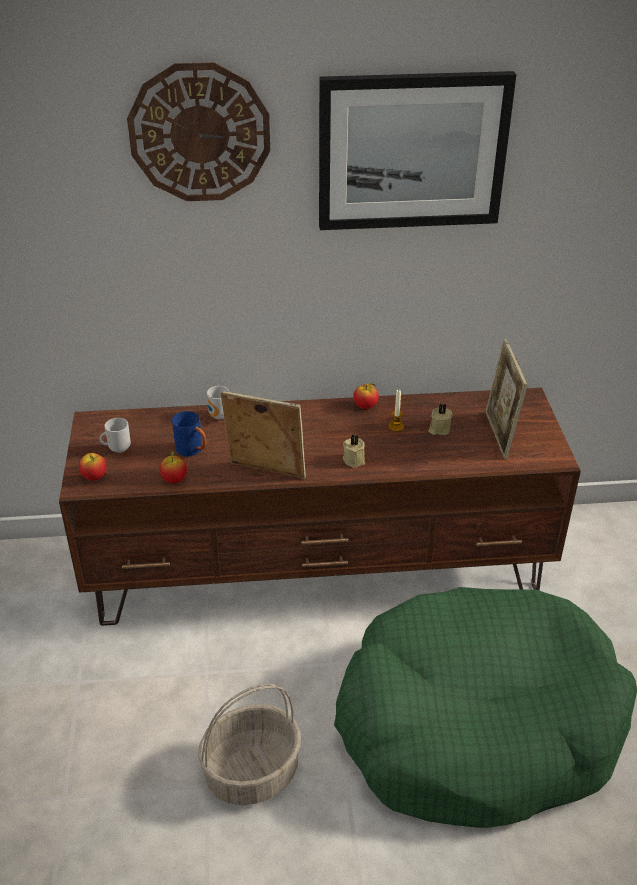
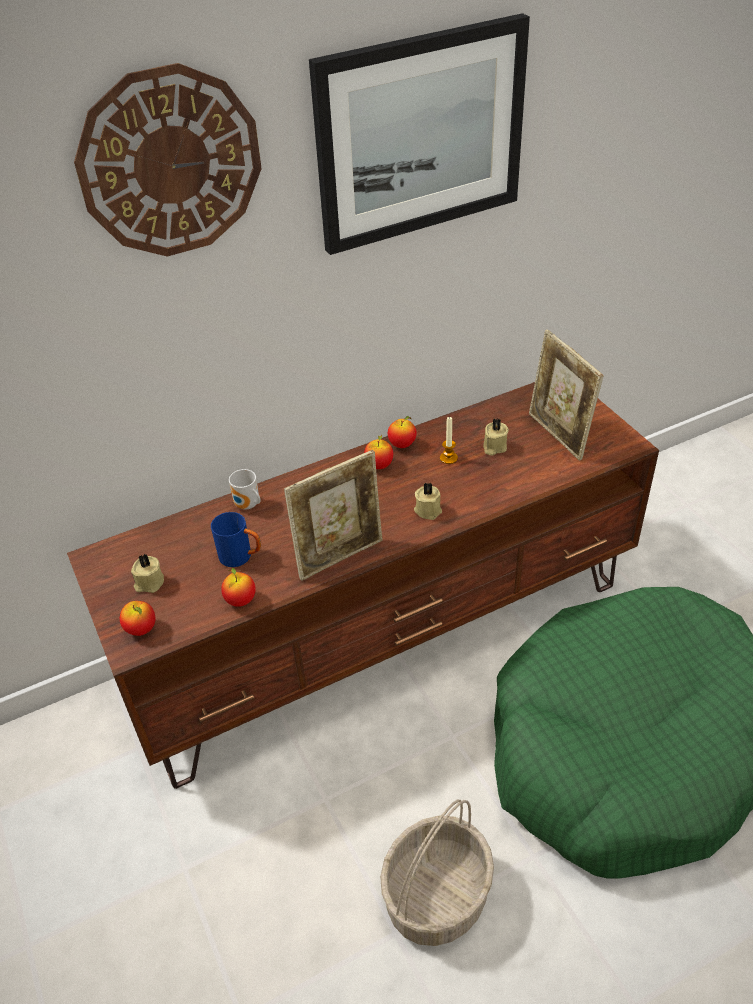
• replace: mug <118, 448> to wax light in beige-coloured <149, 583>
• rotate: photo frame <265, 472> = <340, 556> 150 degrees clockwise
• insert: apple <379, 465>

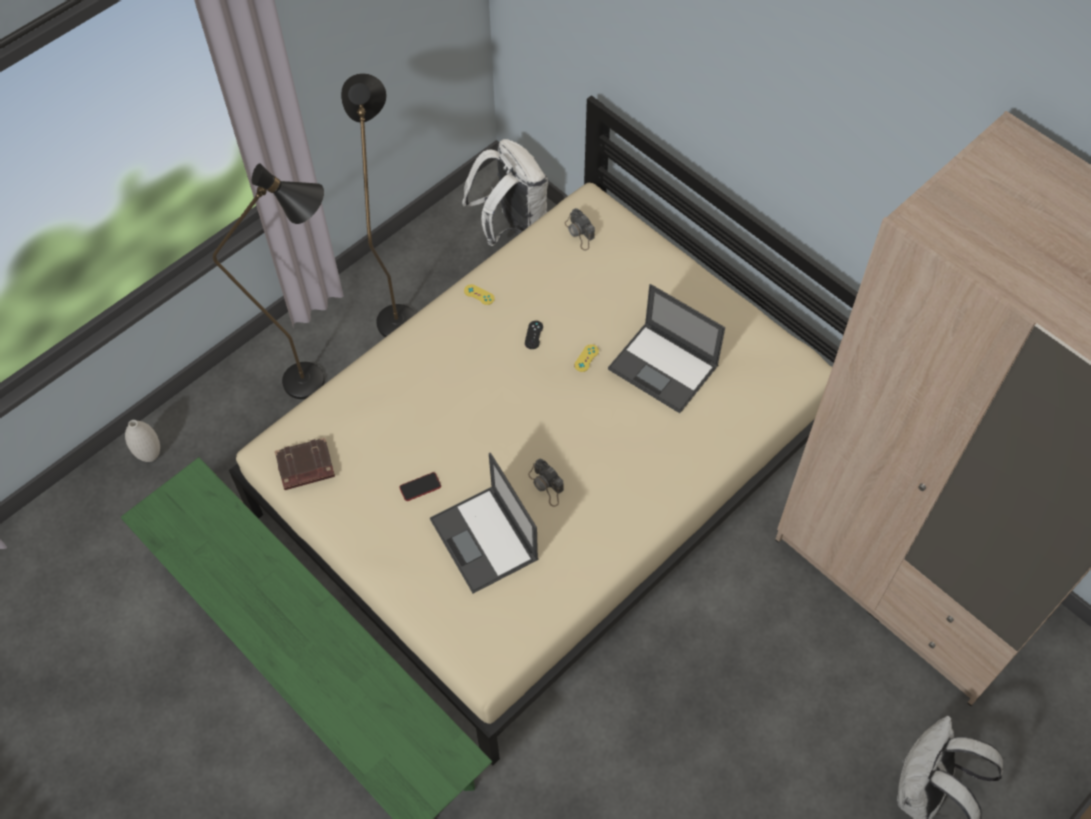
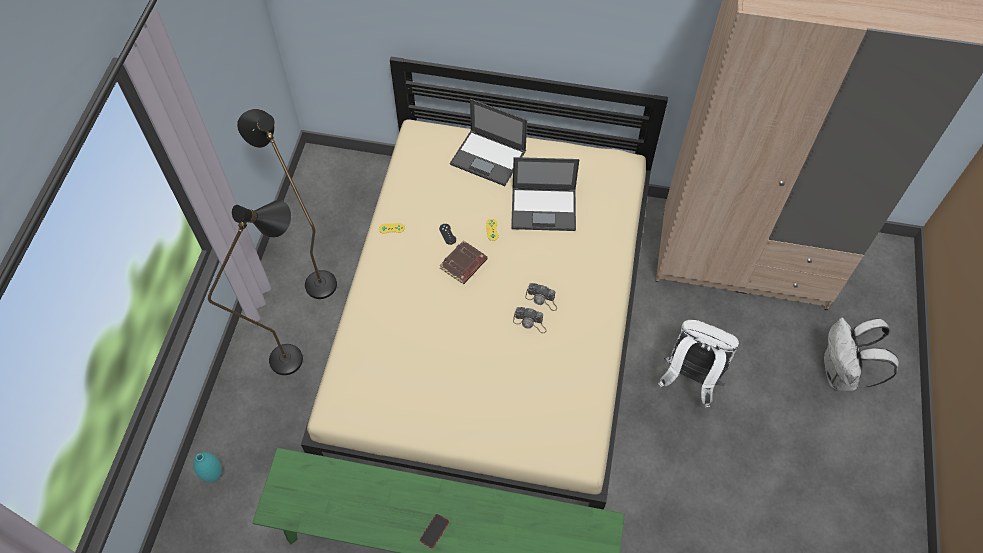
• recolor: vase in whitish <150, 455> to vase in turquoise-coloured <214, 475>
• move: phone <420, 487> to <434, 531>
• move: volume in brownish <305, 467> to <463, 265>
• move: portable computer <485, 540> to <489, 158>
• move: still camera <580, 233> to <542, 299>
• move: rucksack in whitish <511, 227> to <690, 378>

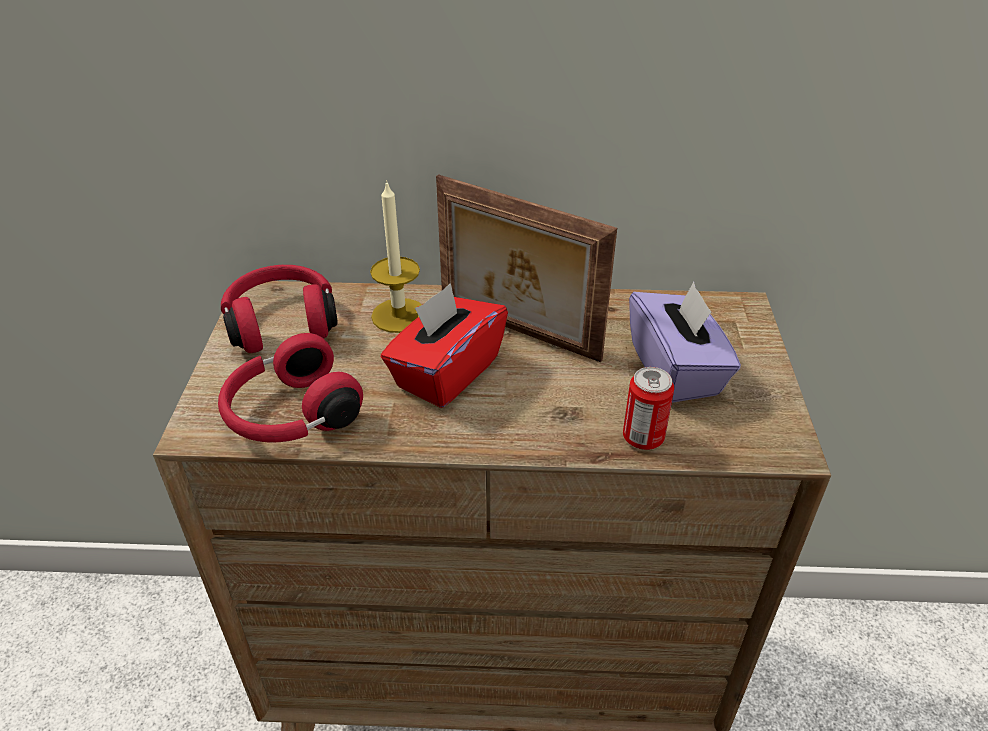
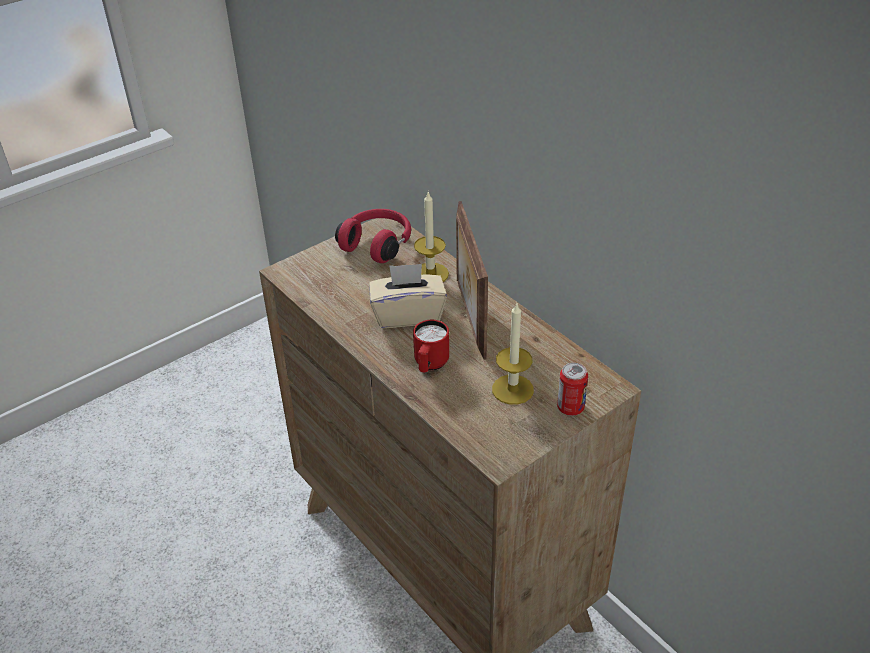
• recolor: box of tissues in red <446, 373> to box of tissues in beige-coloured <408, 314>
• insert: mug in red <430, 365>
• replace: box of tissues in purple <676, 370> to wax light <512, 389>
• move: can <643, 438> to <570, 408>
• delete: headphones in red <290, 415>

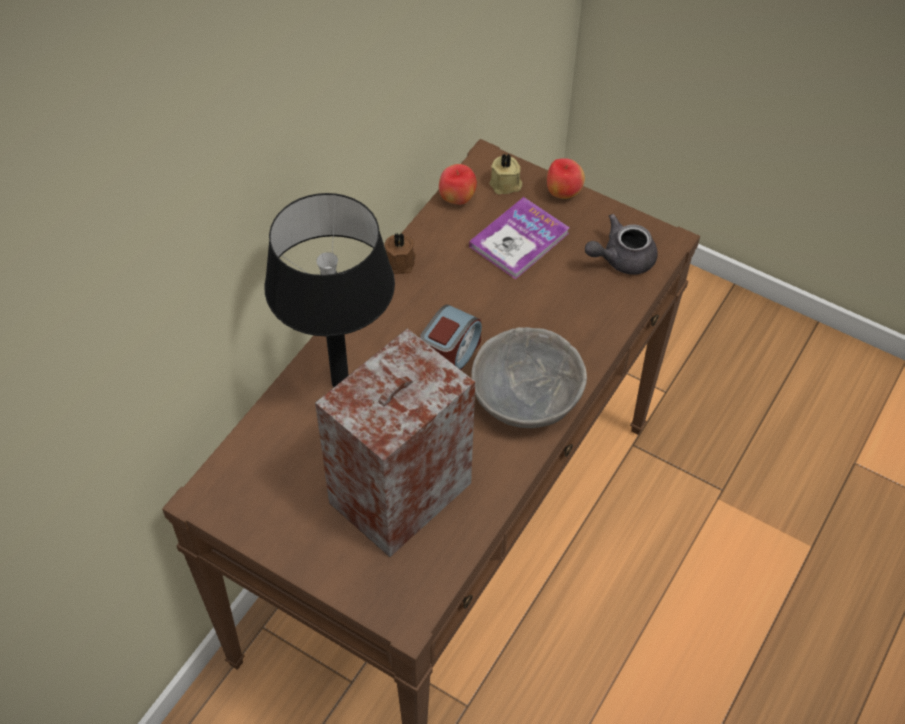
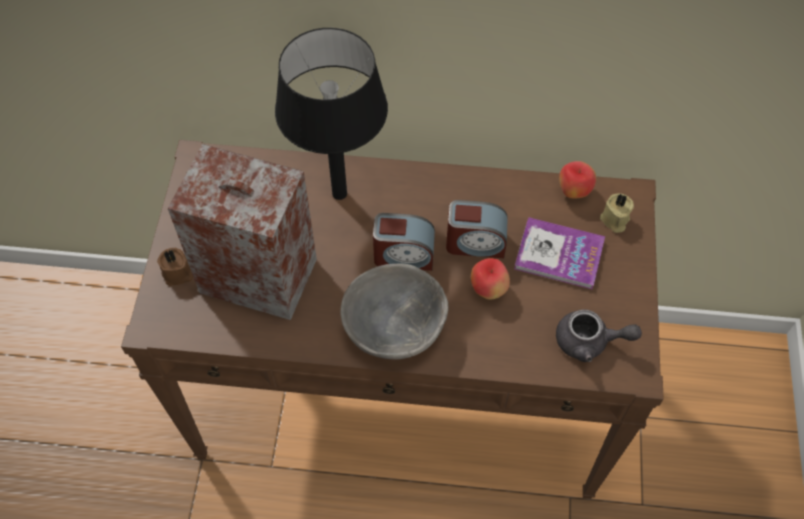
• move: wax light in brownish <401, 262> to <178, 274>
• insert: alarm clock <475, 243>
• move: apple <563, 193> to <488, 289>
• rotate: tea pot in greyish <621, 259> = <589, 342> 150 degrees clockwise

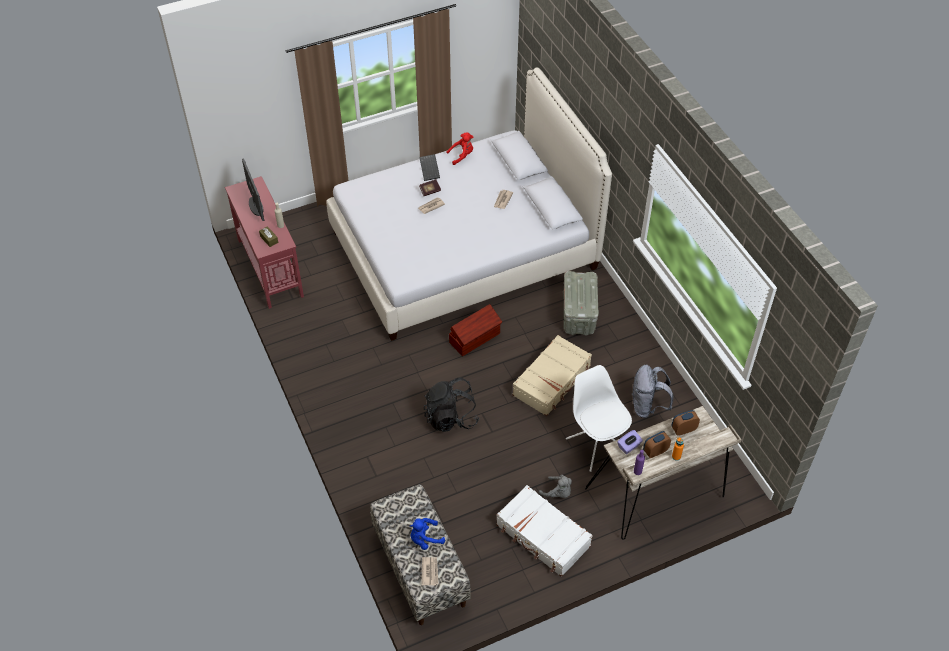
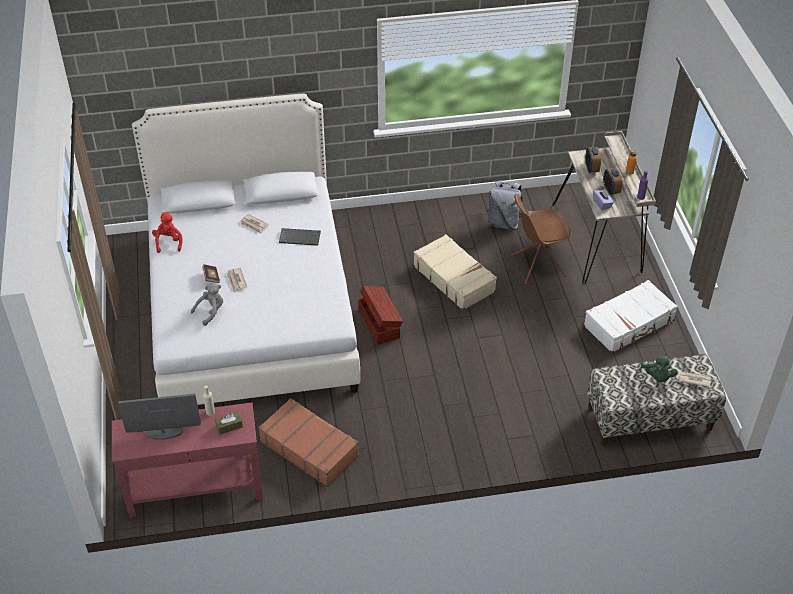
• move: plush toy in greyish <558, 493> to <211, 311>
• insert: suitcase in brownish <309, 448>
• move: keyboard <430, 168> to <300, 237>
• recolor: plain chair in whitish <596, 444> to plain chair in brownish <537, 266>
• recolor: plush toy in blue <425, 539> to plush toy in green <657, 377>
• delete: rucksack in blackish <451, 417>
• delete: storage box in greyish <579, 315>

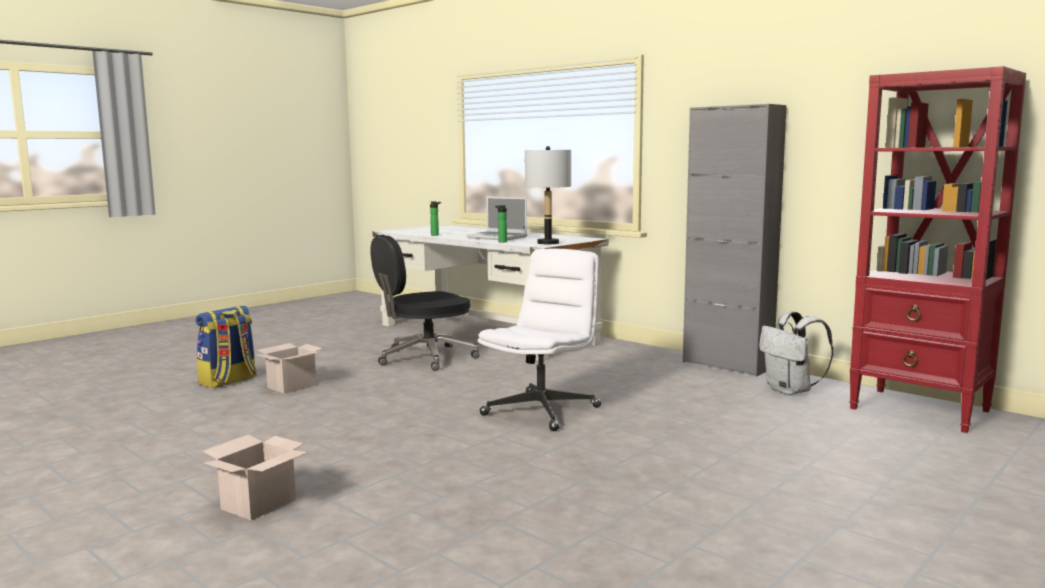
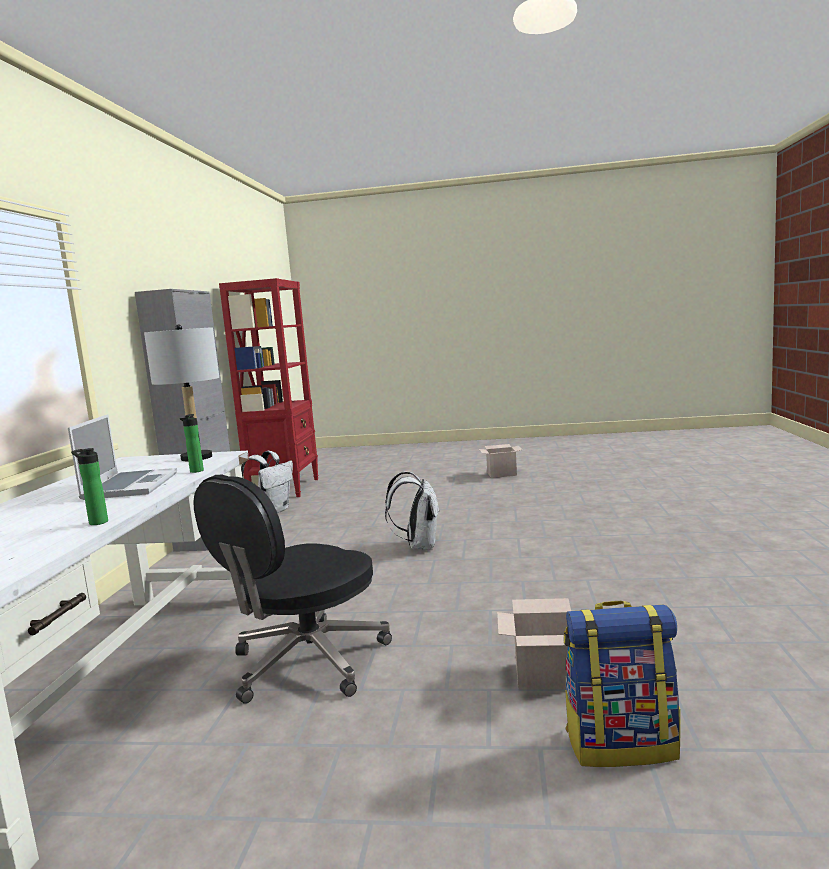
• rotate: desk chair in blackish <425, 358> = <306, 663> 105 degrees clockwise
• replace: desk chair in whitish <541, 410> to rucksack in whitish <419, 546>
• move: carton <258, 505> to <502, 474>

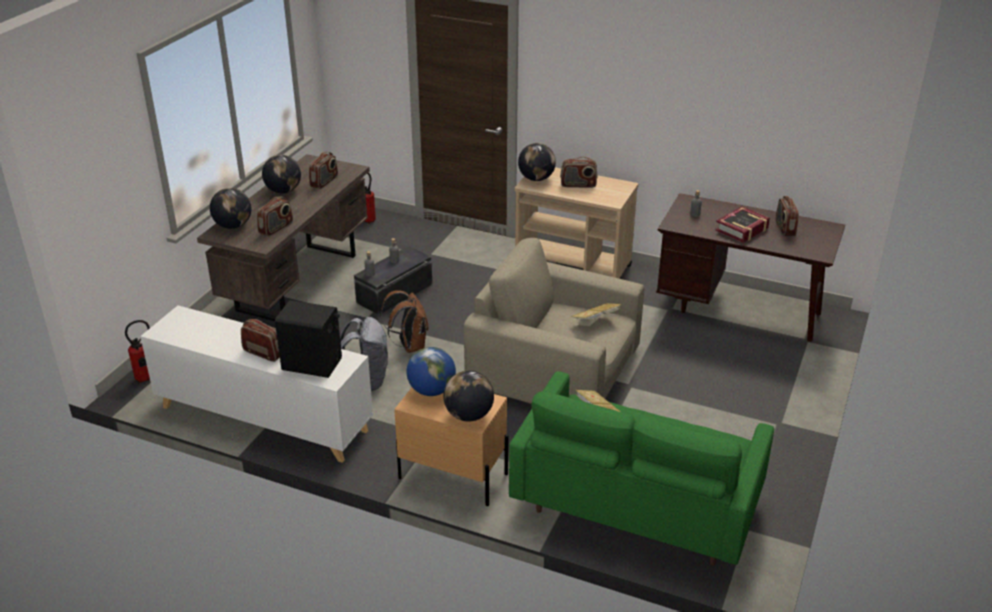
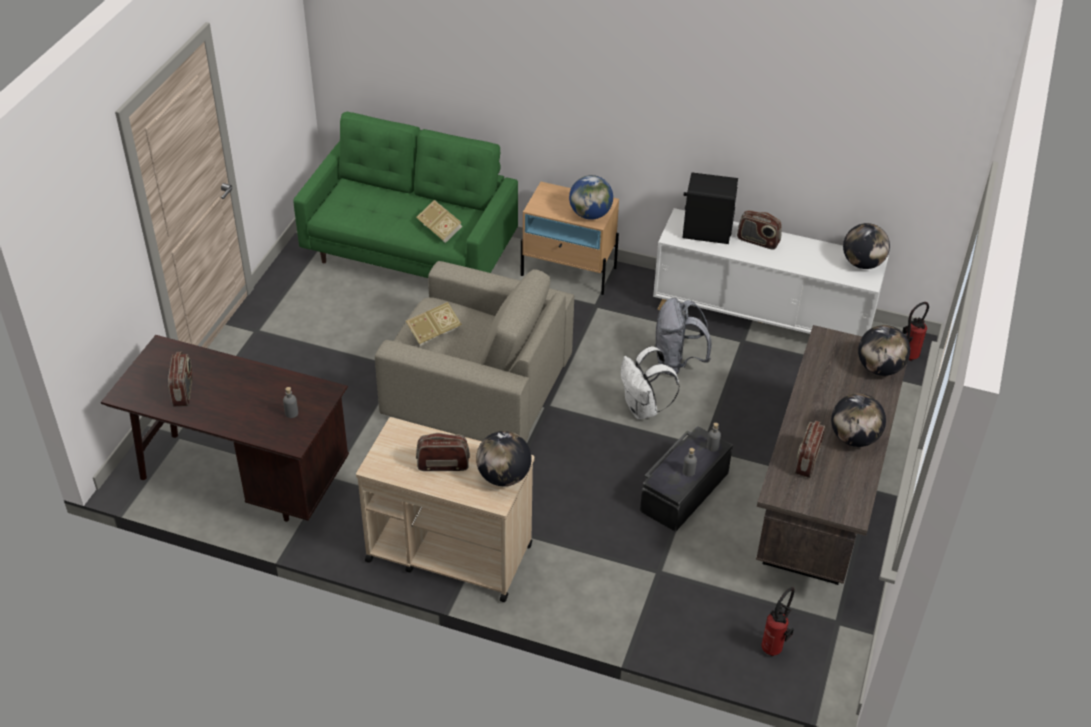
• recolor: rucksack in brownish <409, 346> to rucksack in whitish <643, 409>
• move: world globe <468, 415> to <862, 263>
• delete: radio receiver <276, 228>
• delete: volume <742, 229>

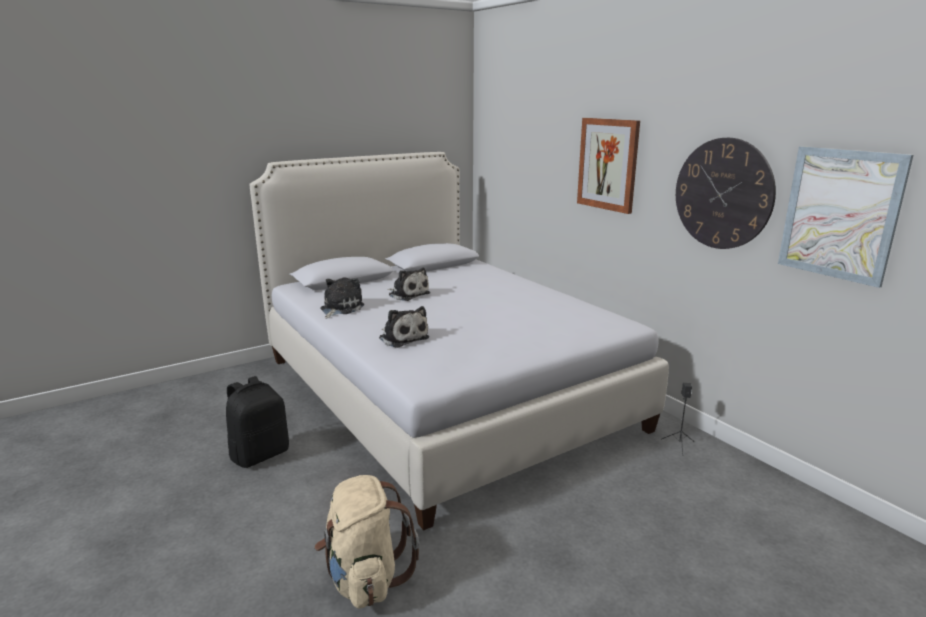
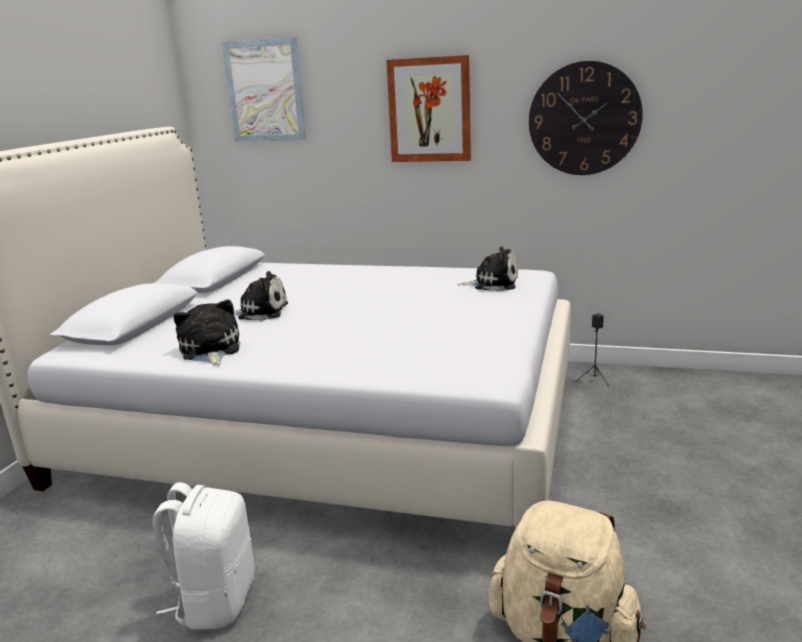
• recolor: rucksack in blackish <260, 454> to rucksack in whitish <215, 601>
• move: wall picture <840, 214> to <265, 91>
• move: plush toy <402, 338> to <492, 284>

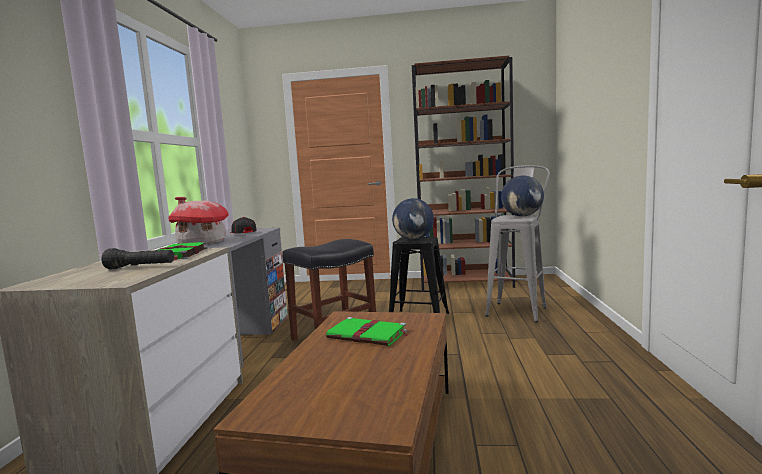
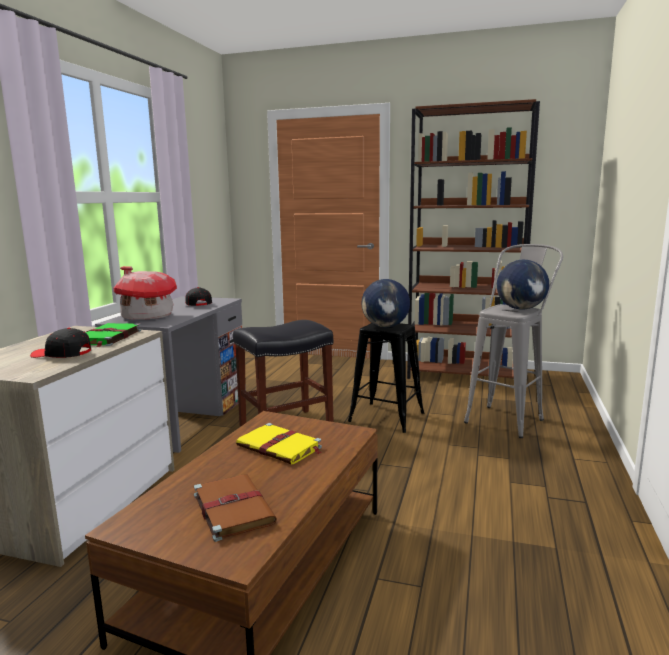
• replace: flashlight in blackish <140, 267> to peaked cap in blackish <62, 354>
• insert: volume in brownish <232, 508>
• recolor: volume in green <368, 335> to volume in yellow <280, 447>

